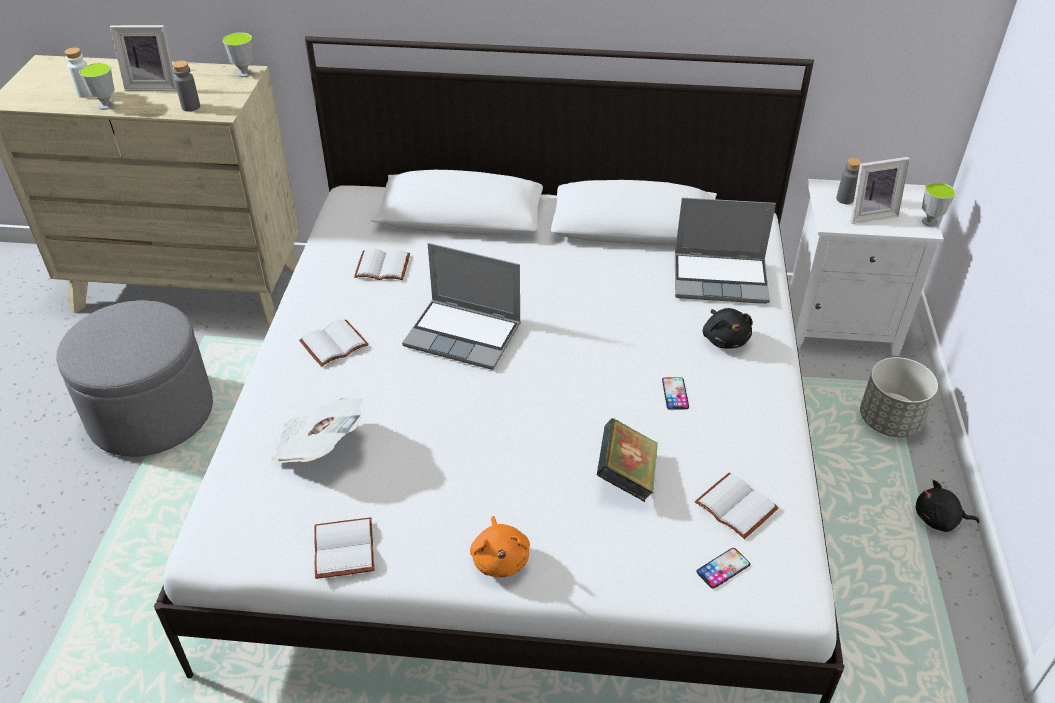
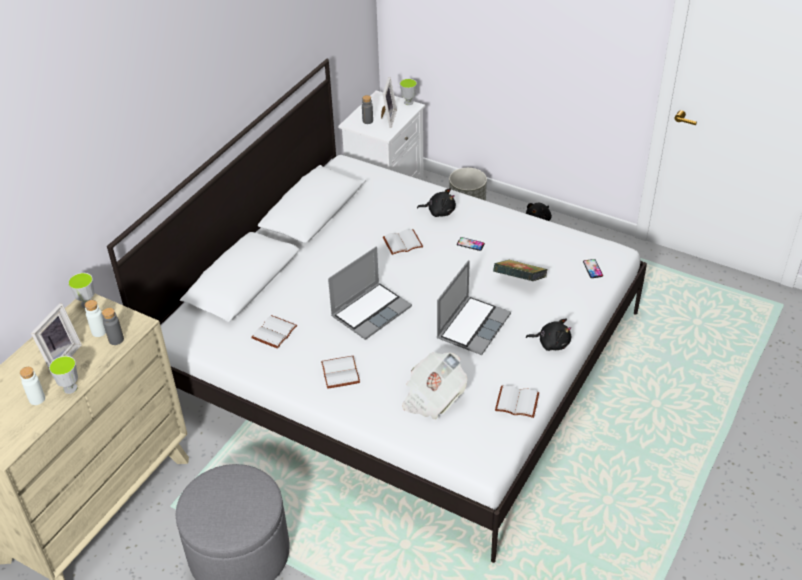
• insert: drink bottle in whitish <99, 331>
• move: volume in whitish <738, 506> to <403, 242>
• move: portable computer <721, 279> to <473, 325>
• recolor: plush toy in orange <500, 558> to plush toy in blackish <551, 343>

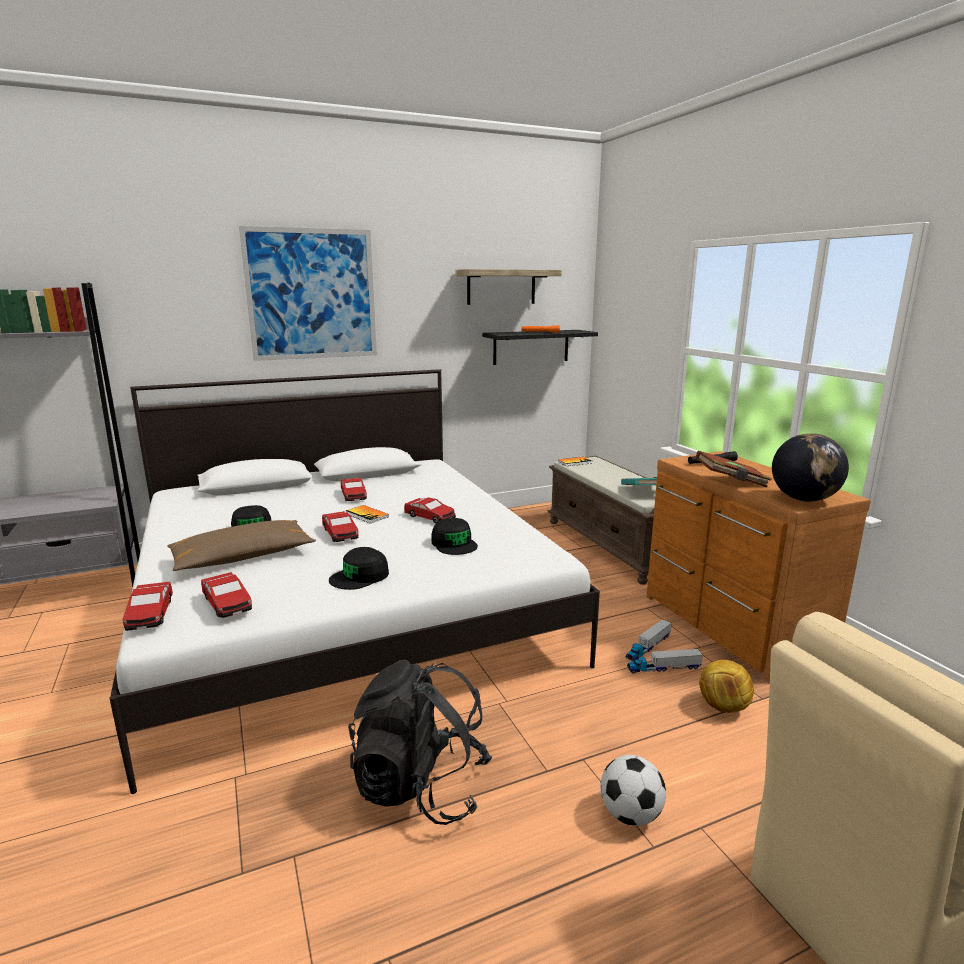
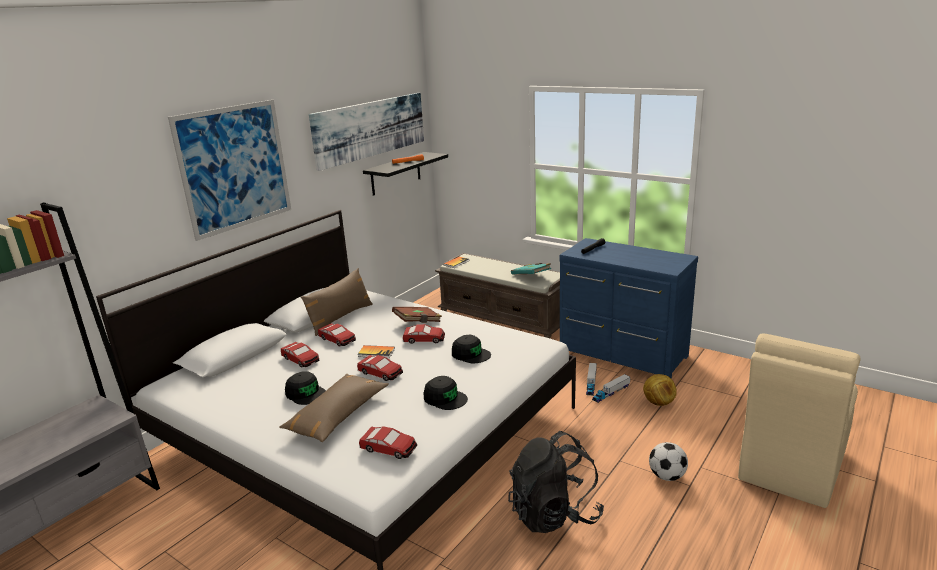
• move: miniature car <150, 614> to <300, 359>
• insert: throw pillow in brownish <340, 318>
• replace: bracket shelf <501, 287> to wall picture <370, 128>
• move: volume in brownish <731, 482> to <418, 322>
• rotate: peaked cap in blackish <360, 576> = <445, 398> 75 degrees counterclockwise
• recolor: drawer chest in brownish <730, 628> to drawer chest in blue <622, 355>
• delete: world globe <804, 499>

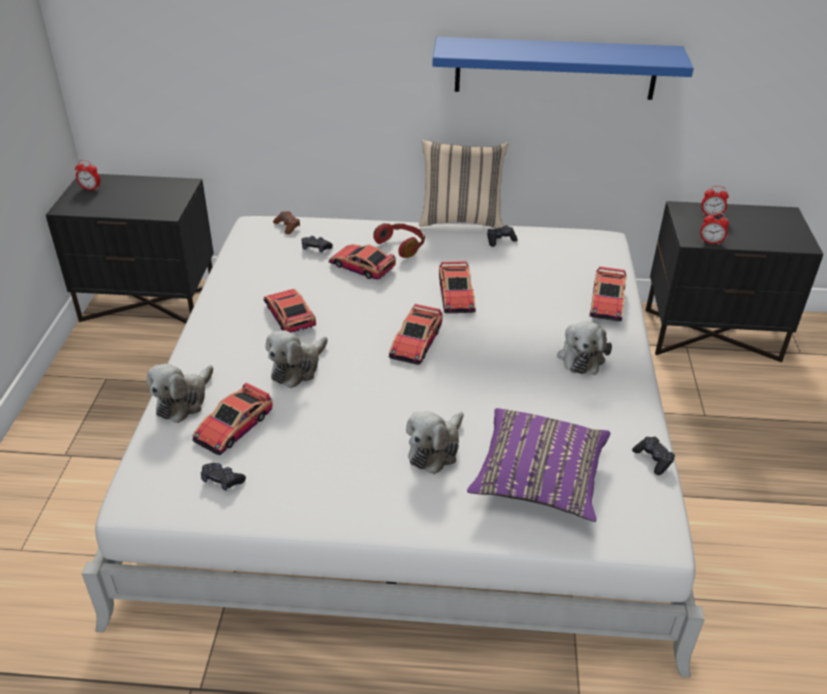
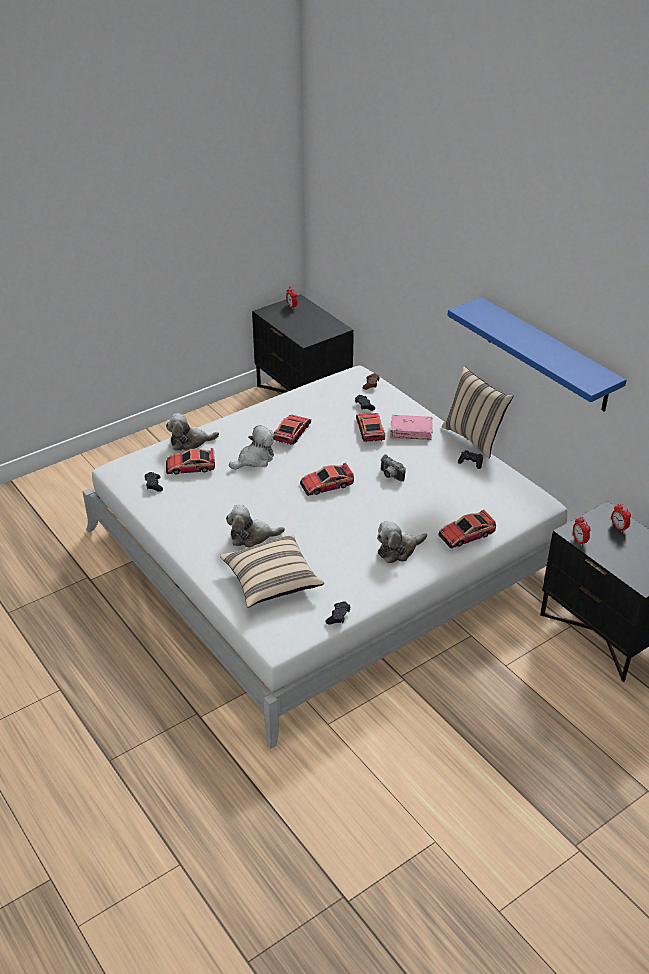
• recolor: throw pillow in purple <538, 479> to throw pillow in beige-coloured <271, 582>
• rotate: plush toy <297, 368> = <255, 459> 150 degrees clockwise
• replace: miniature car <456, 295> to still camera <390, 476>
• replace: headphones in red <401, 245> to volume in pink-coloured <411, 431>

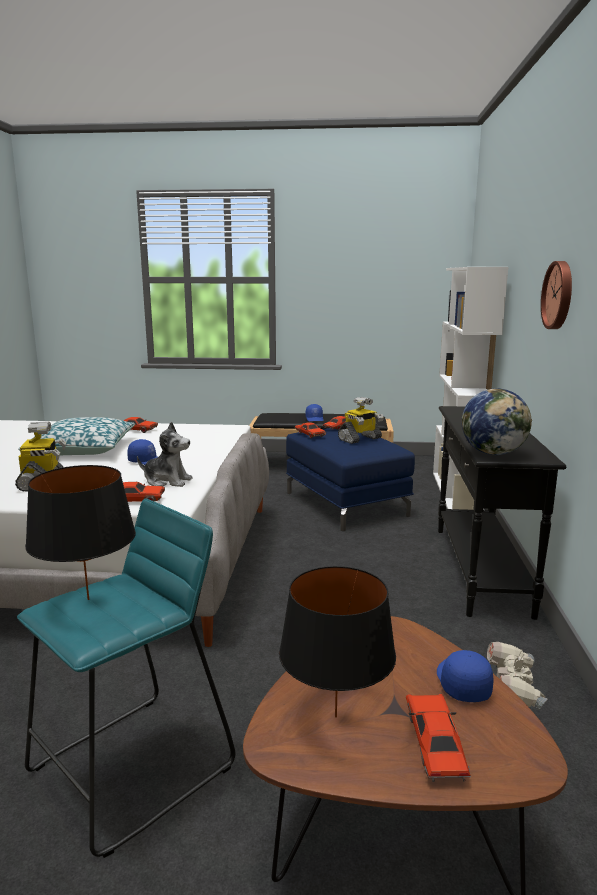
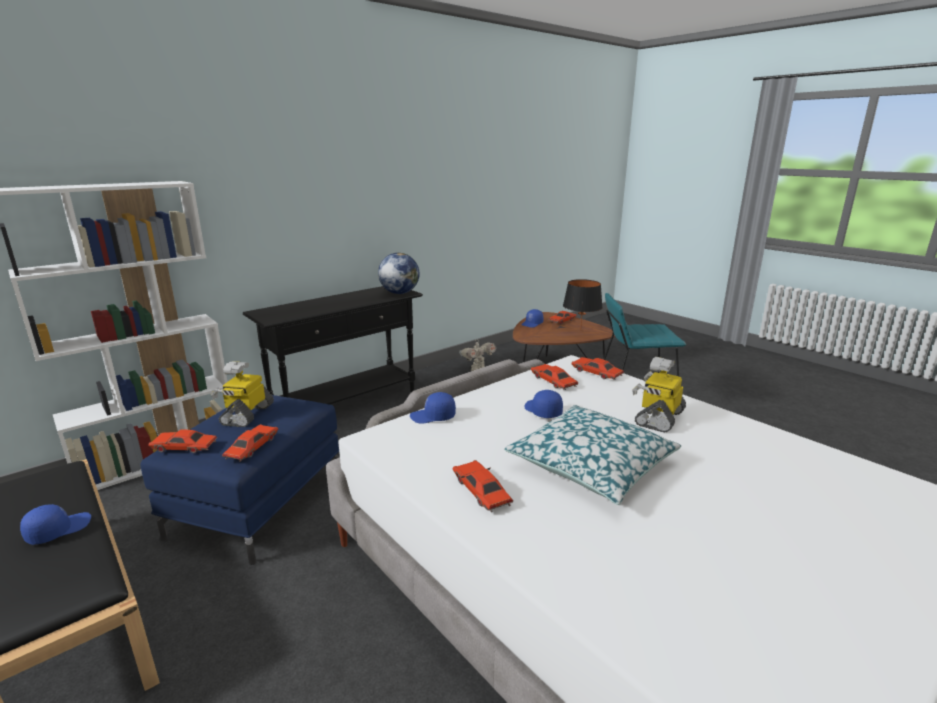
• rotate: model robot <360, 439> = <247, 414> 90 degrees counterclockwise
• insert: peaked cap in blue <433, 417>
• replace: plush toy <167, 481> to miniature car in red <553, 381>
• delete: tabletop lamp in blackish <88, 599>
• delete: wall clock <559, 295>

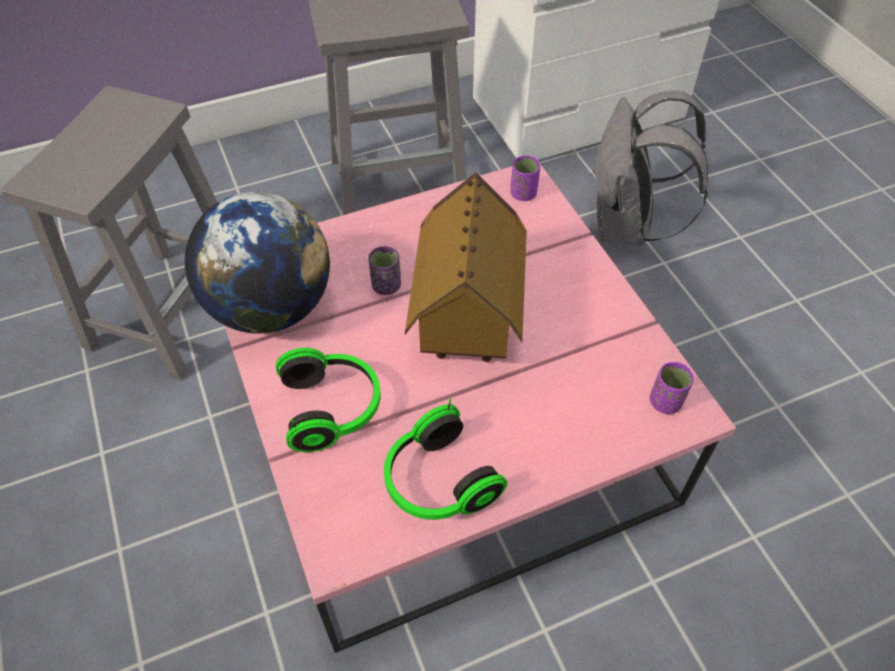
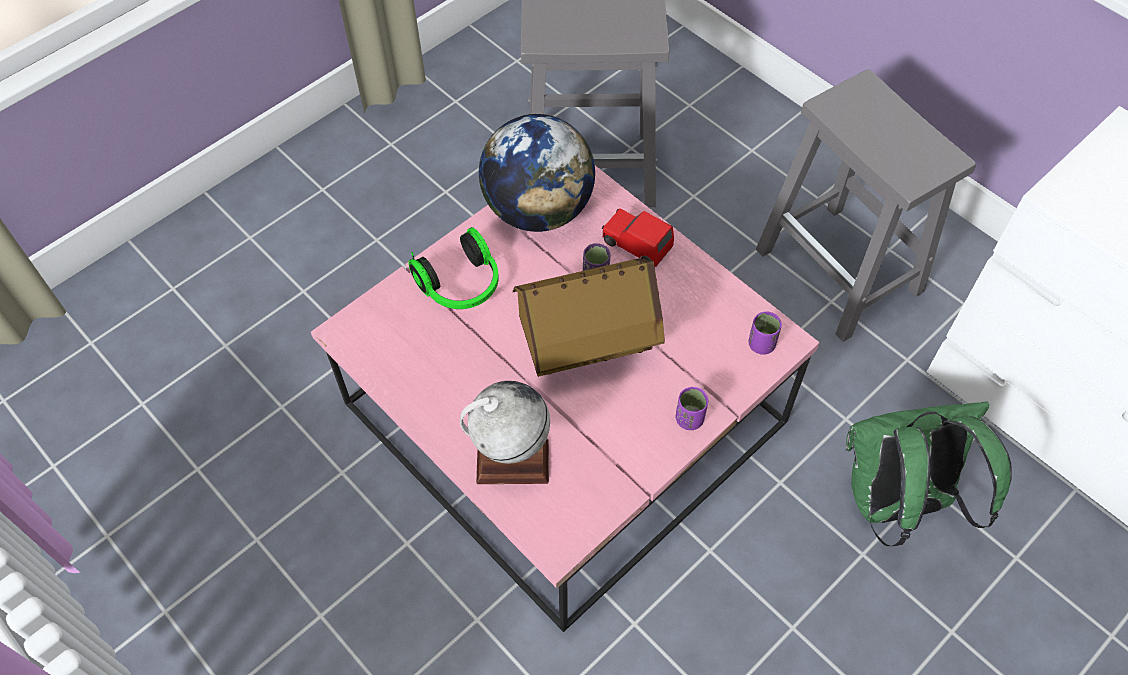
• insert: world globe <512, 461>
• insert: miniature car in red <636, 245>
• move: small cup in purple <665, 402> to <689, 419>
• recolor: rucksack in greyish <626, 227> to rucksack in green <895, 503>
• delete: headphones <436, 482>

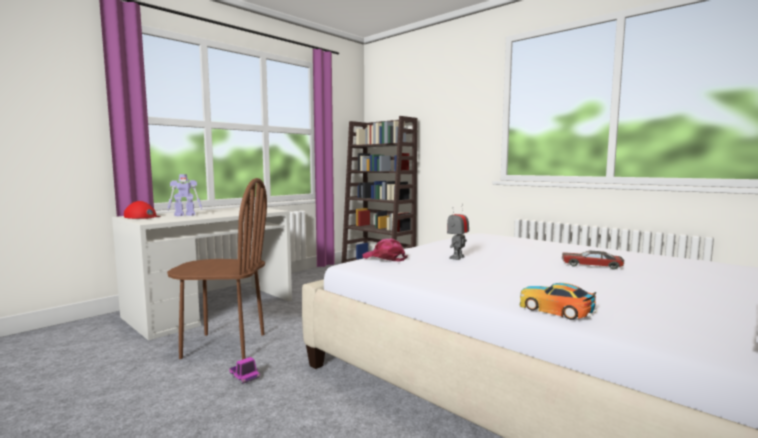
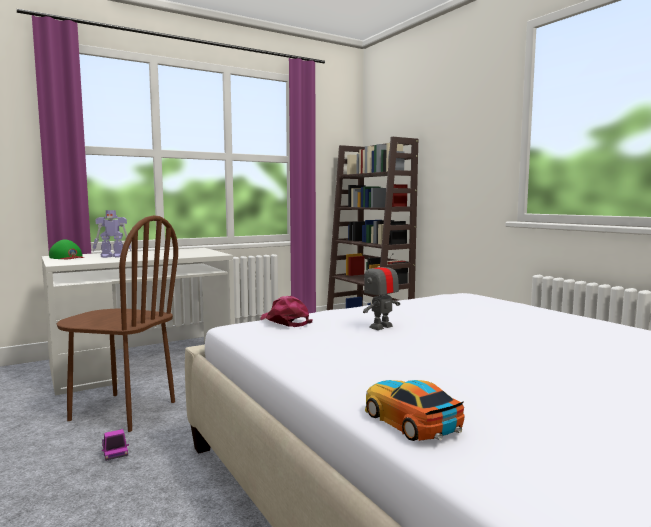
• recolor: peaked cap in red <142, 217> to peaked cap in green <67, 257>
• delete: miniature car <591, 265>

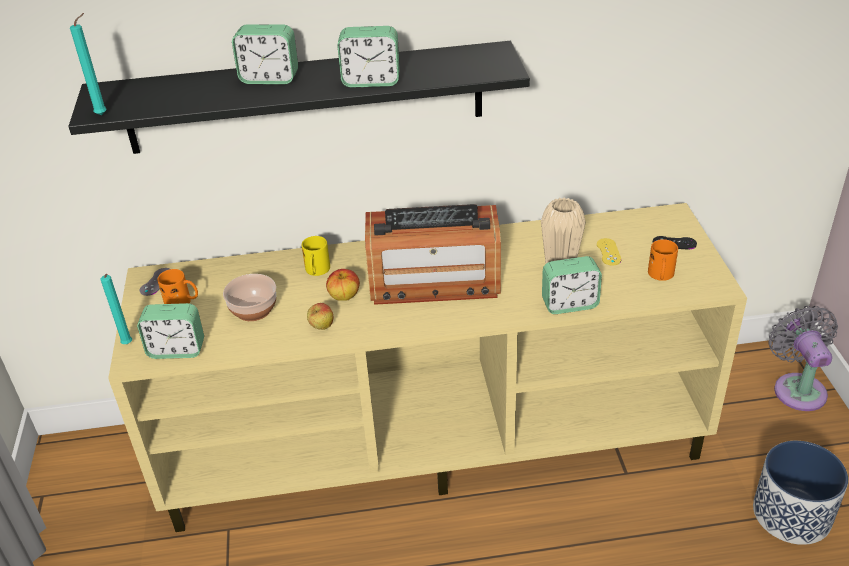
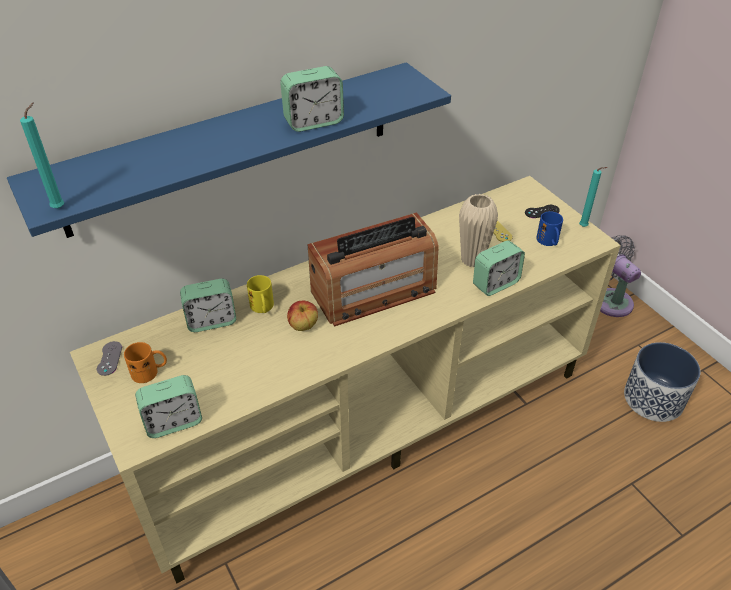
• recolor: bracket shelf in blackish <305, 98> to bracket shelf in blue <232, 148>
• move: alarm clock <269, 78> to <211, 321>
• recolor: mug in orange <661, 276> to mug in blue <549, 242>
• move: wax light in turquoise-coloured <128, 345> to <584, 227>
• delete: bowl <254, 309>
• delete: apple <321, 327>

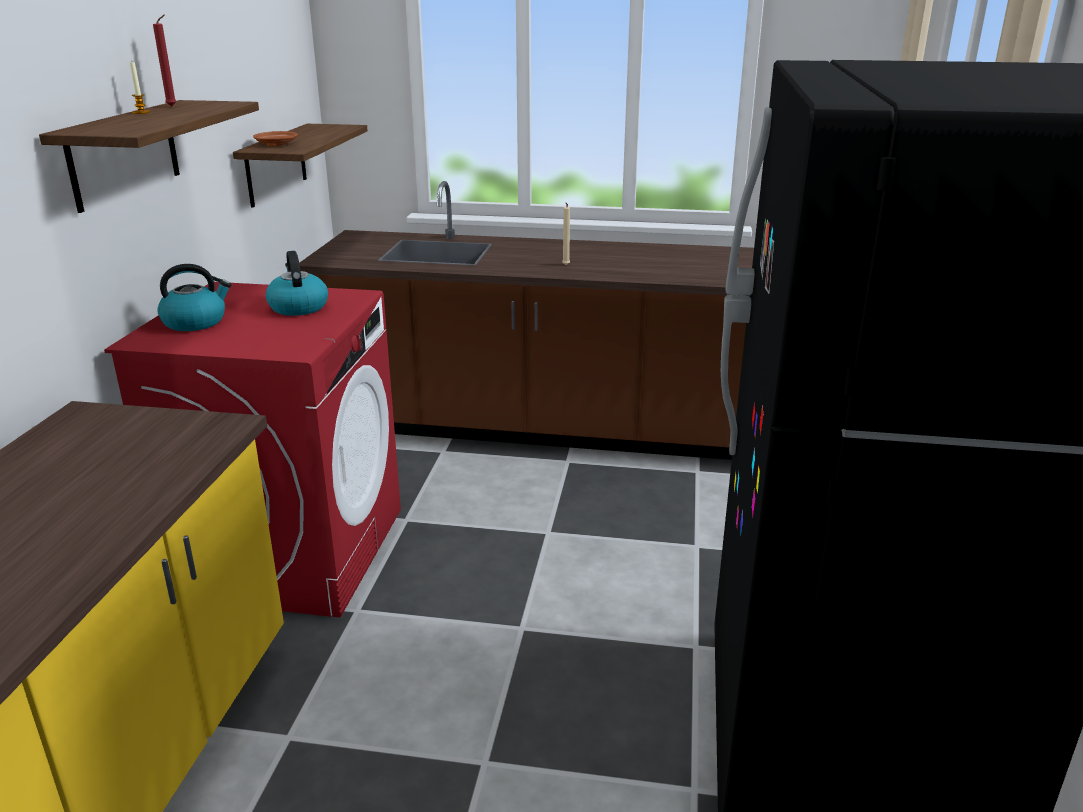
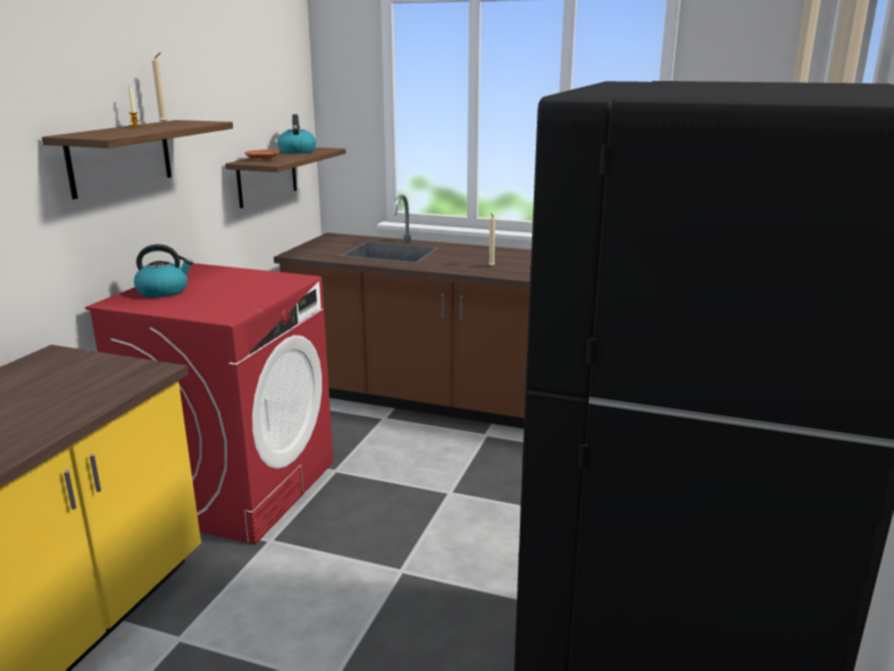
• recolor: wax light in red <173, 106> to wax light in beige-coloured <164, 123>
• move: water kettle <298, 307> to <297, 151>

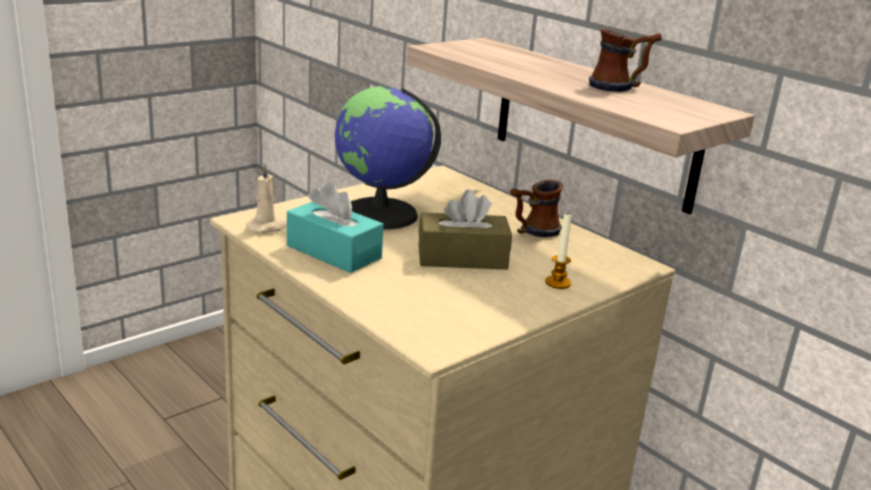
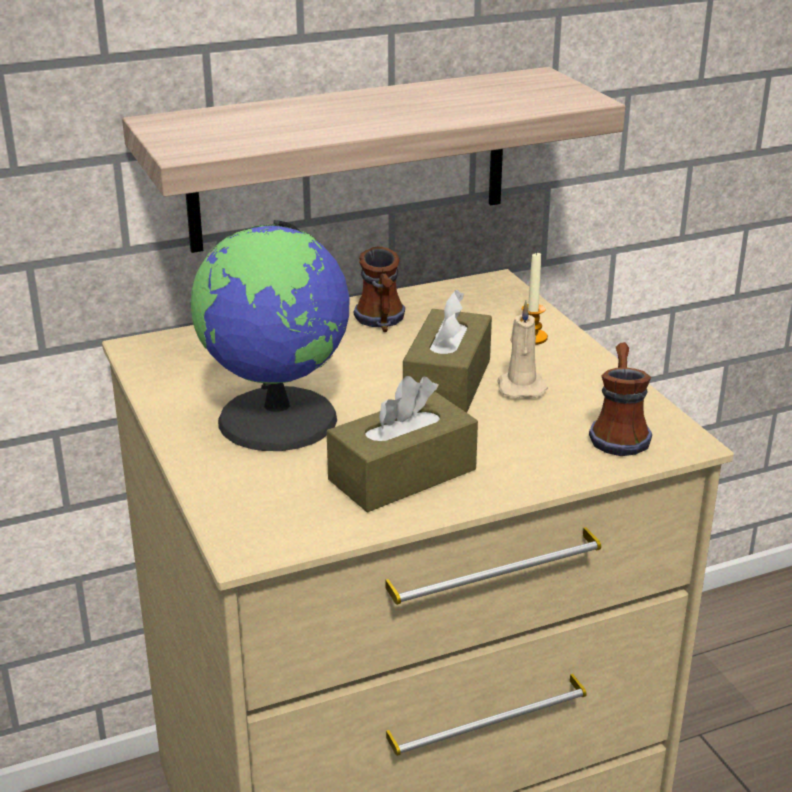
• recolor: box of tissues in turquoise-coloured <333, 252> to box of tissues in brownish <402, 475>
• move: wax light in beige-coloured <267, 227> to <520, 386>
• move: mug <620, 86> to <618, 431>

